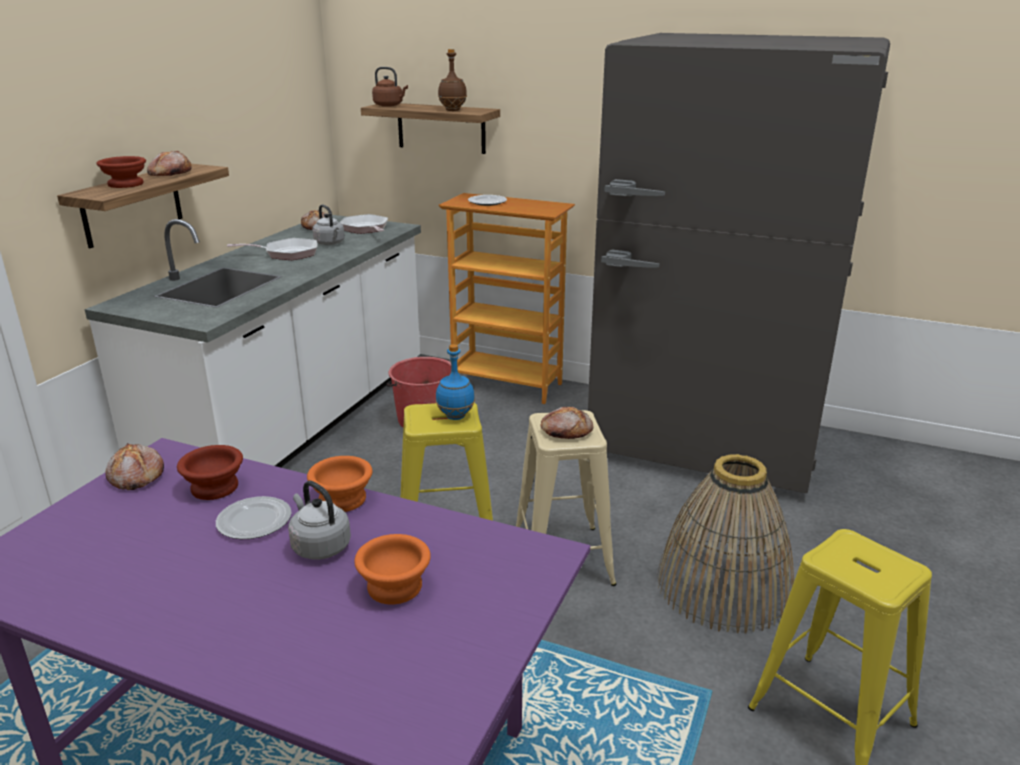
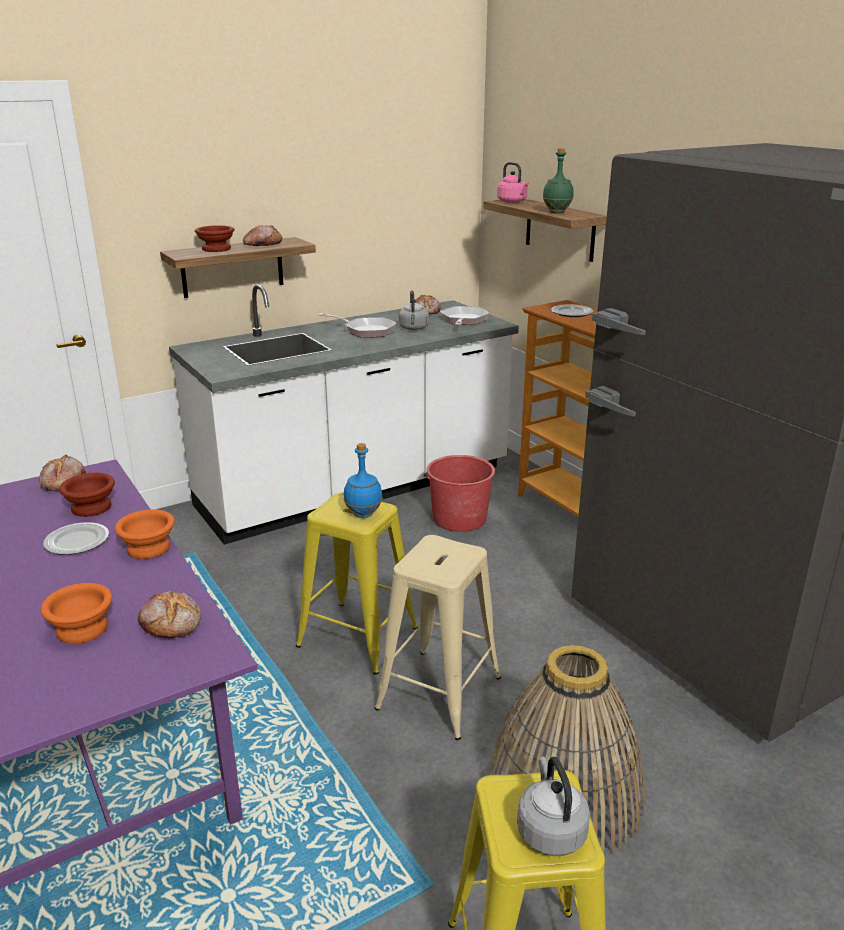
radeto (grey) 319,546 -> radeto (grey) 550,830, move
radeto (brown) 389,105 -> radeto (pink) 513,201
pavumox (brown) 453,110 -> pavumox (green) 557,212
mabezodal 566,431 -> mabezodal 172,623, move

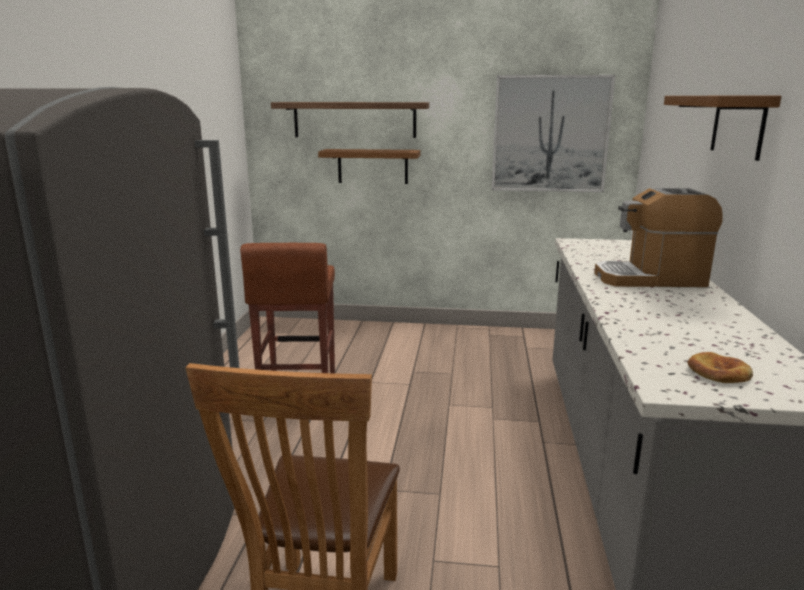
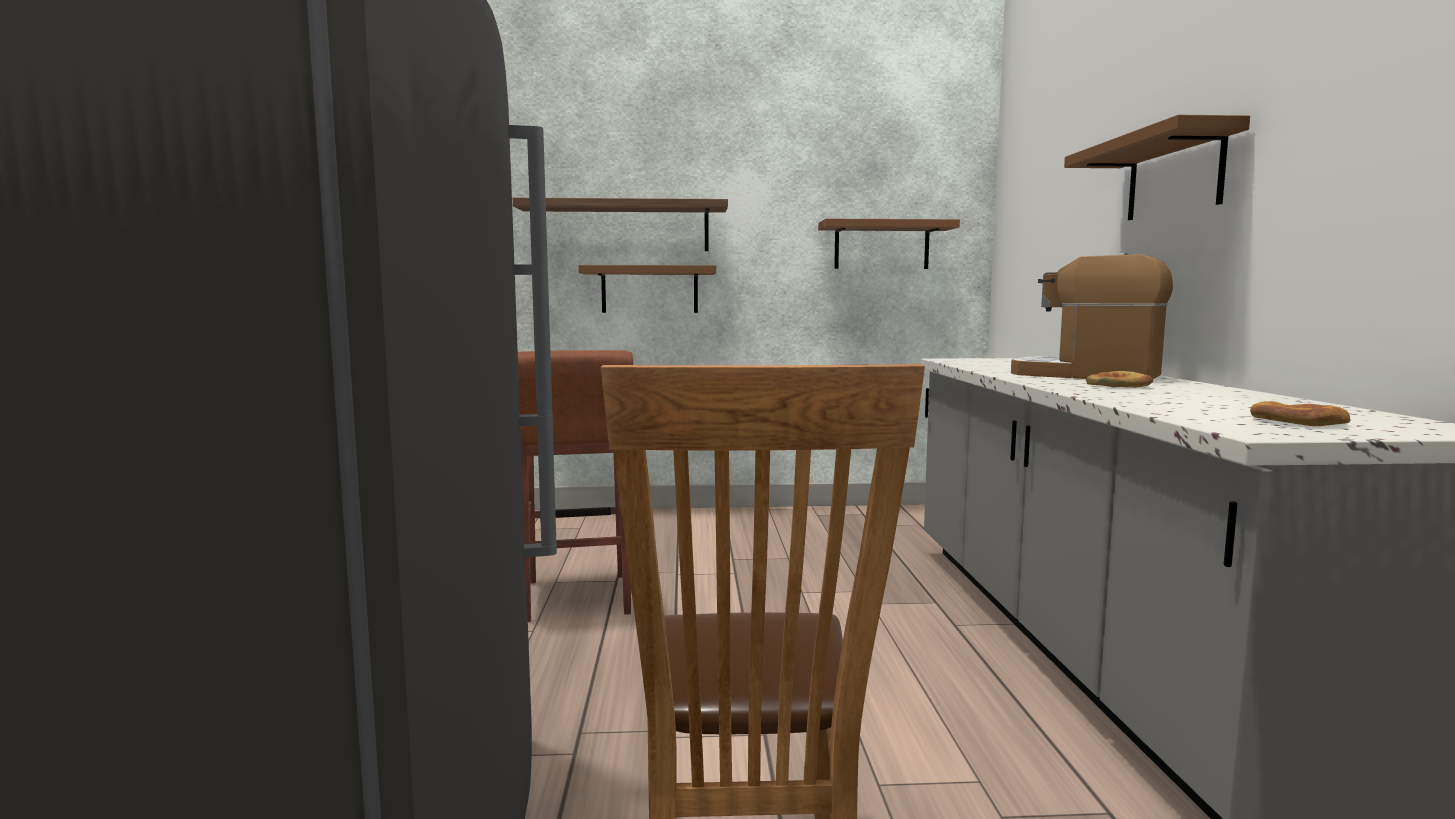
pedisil 550,134 -> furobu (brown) 881,246
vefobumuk 650,278 -> vefobumuk 1087,375, 45 degrees clockwise
none -> mabezodal 1119,386

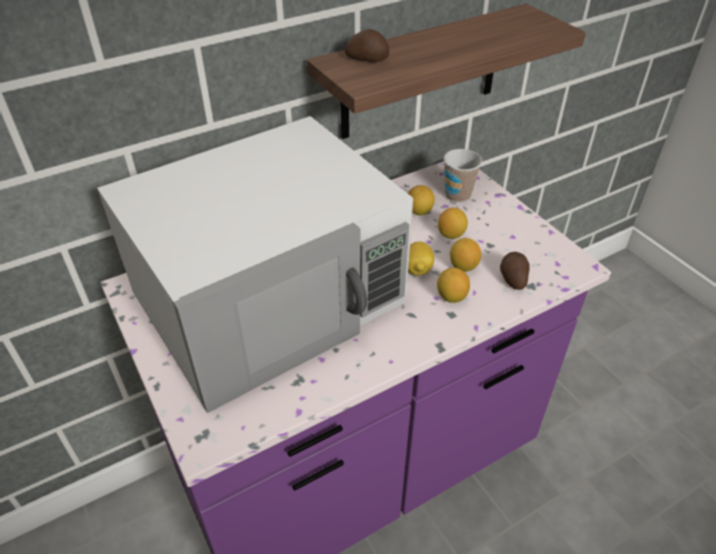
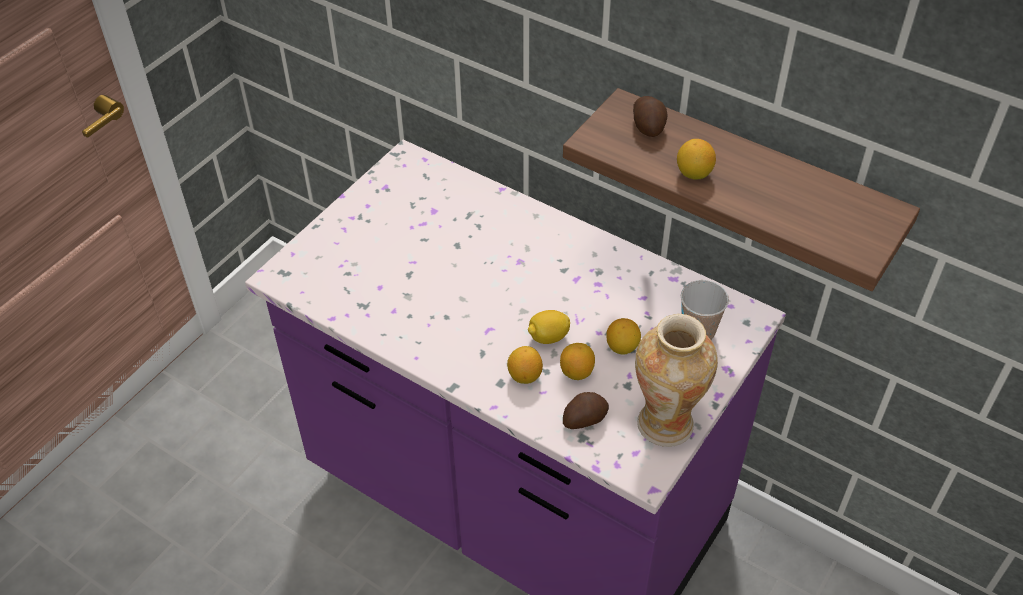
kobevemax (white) 271,298 -> none
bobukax 419,211 -> bobukax 694,174, move
none -> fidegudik 666,423

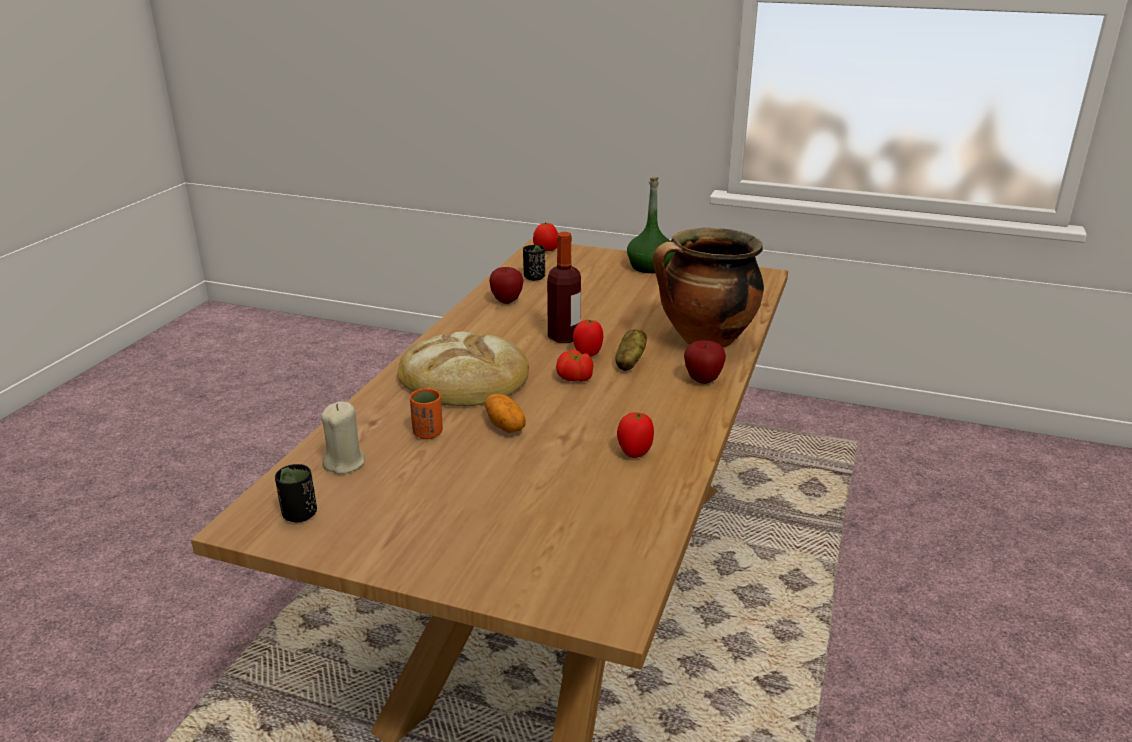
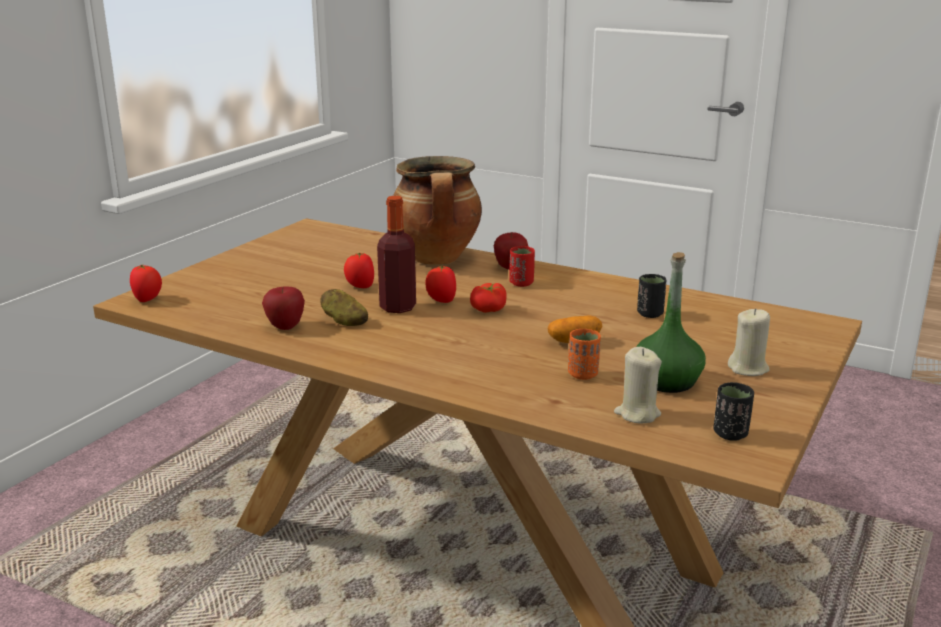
mabezodal 464,377 -> none
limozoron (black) 534,277 -> limozoron (black) 650,314, move
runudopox 629,362 -> runudopox 344,322, move
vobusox 635,452 -> vobusox 360,287, move
pavumox (green) 649,267 -> pavumox (green) 667,381, move
none -> limozoron (red) 521,283
none -> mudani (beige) 748,369

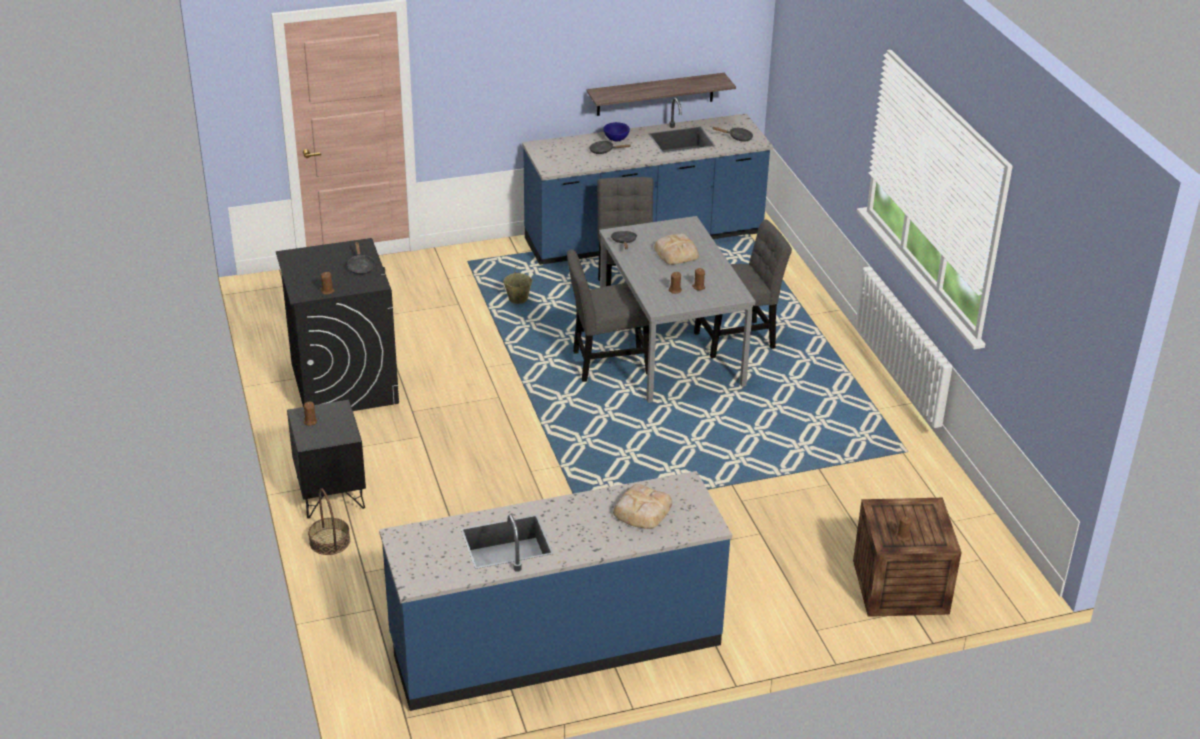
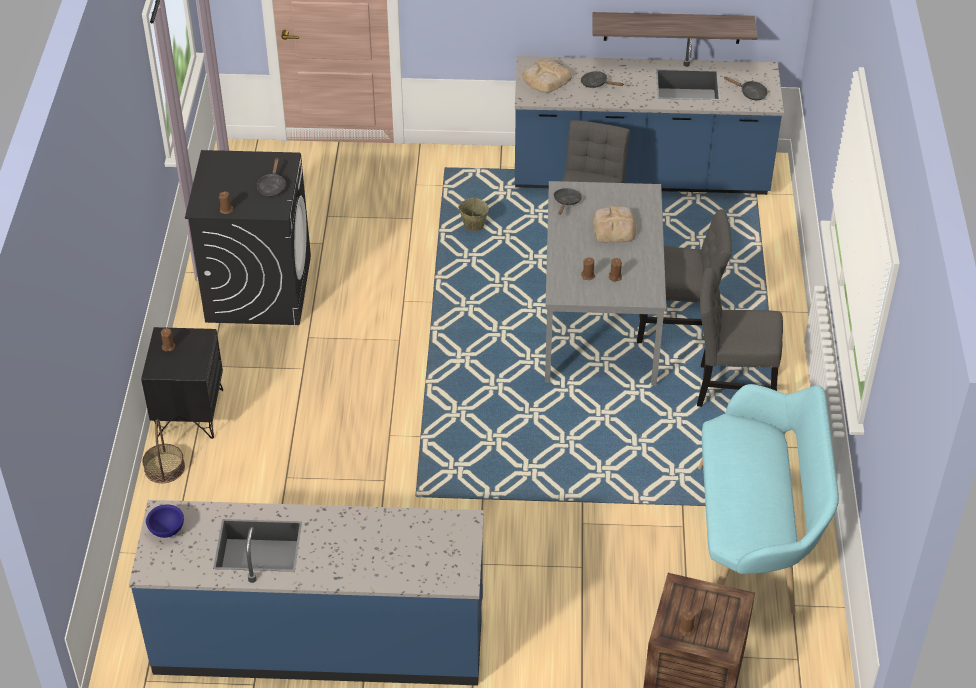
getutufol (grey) 606,364 -> getutufol (grey) 731,389, move
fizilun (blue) 616,139 -> fizilun (blue) 167,529, move
mabezodal 641,511 -> mabezodal 545,79, move
none -> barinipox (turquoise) 754,542

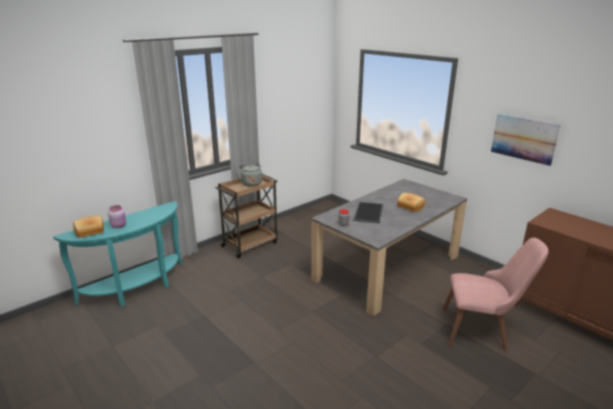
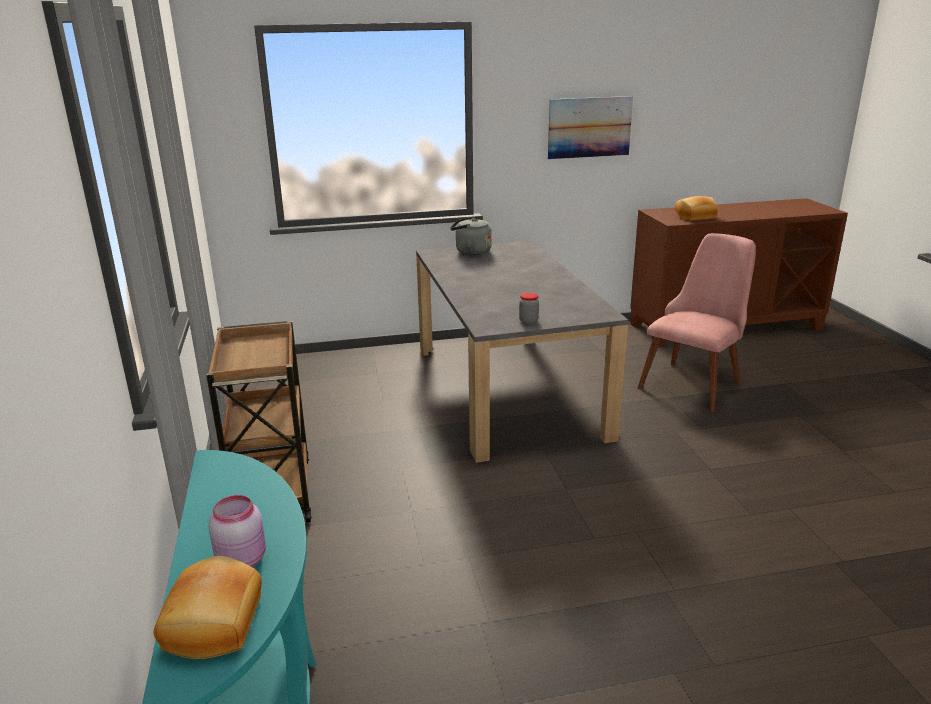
radeto (grey) 251,183 -> radeto (grey) 470,252, move
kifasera 368,212 -> none
mabezodal 410,207 -> mabezodal 695,217, move

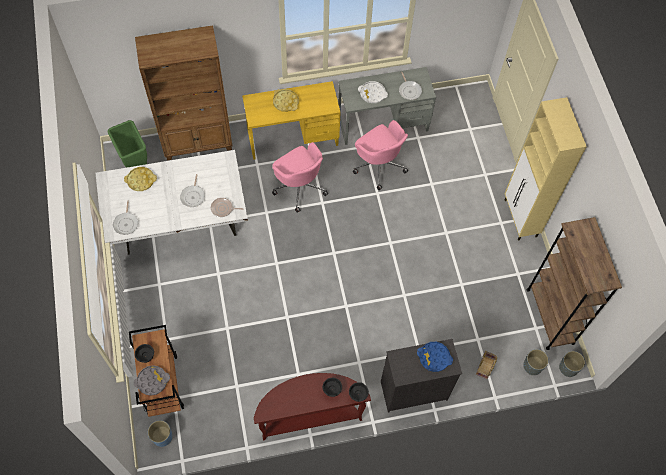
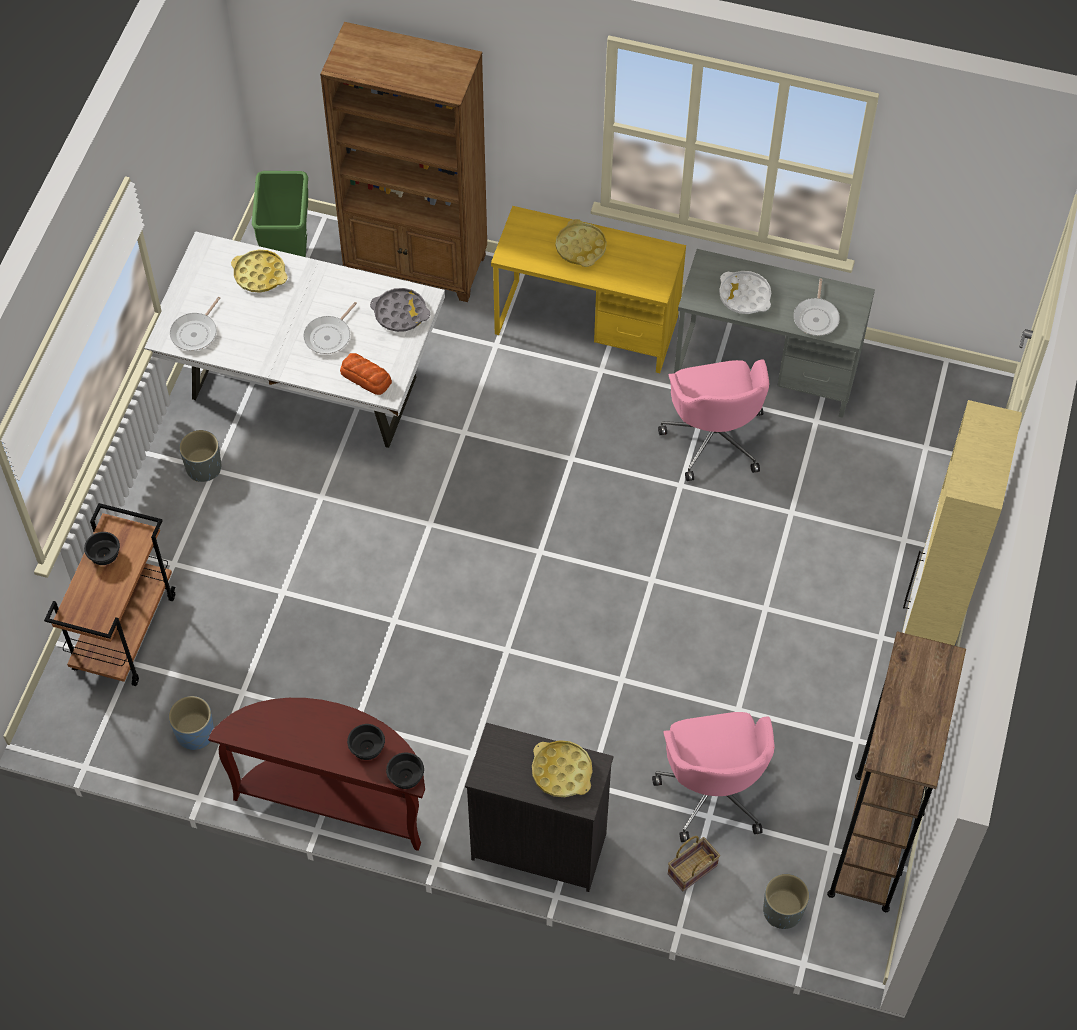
kifasera (grey) 152,381 -> kifasera (grey) 400,313, move
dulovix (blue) 162,437 -> dulovix (blue) 195,733, move
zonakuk 223,209 -> mabezodal 366,377
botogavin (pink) 299,186 -> botogavin (pink) 713,790, move
kifasera (blue) 434,357 -> kifasera (yellow) 561,772
dulovix (grey) 568,368 -> dulovix (grey) 204,468, move

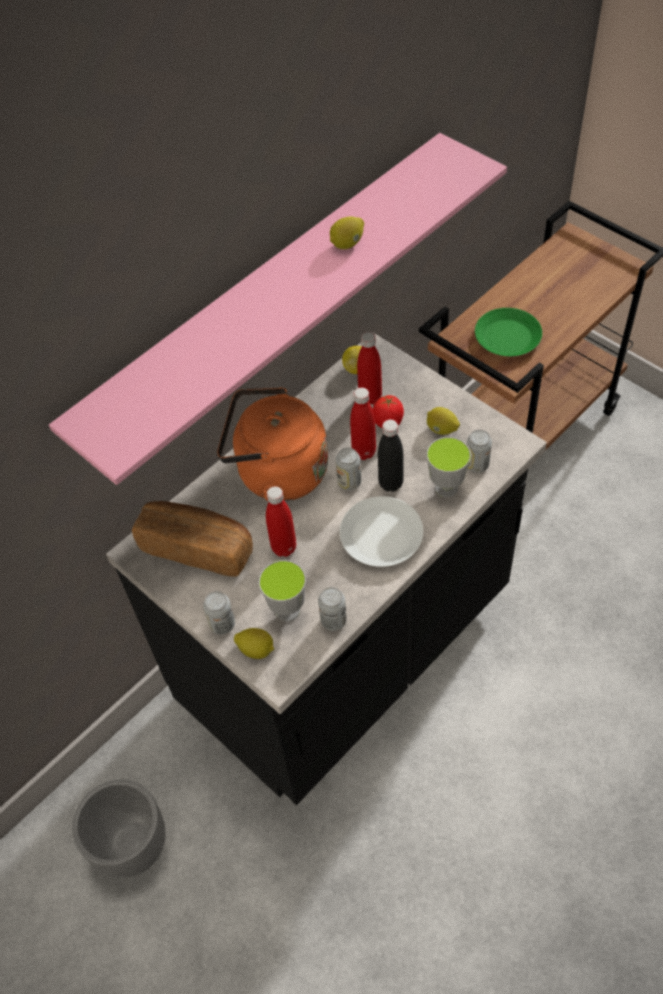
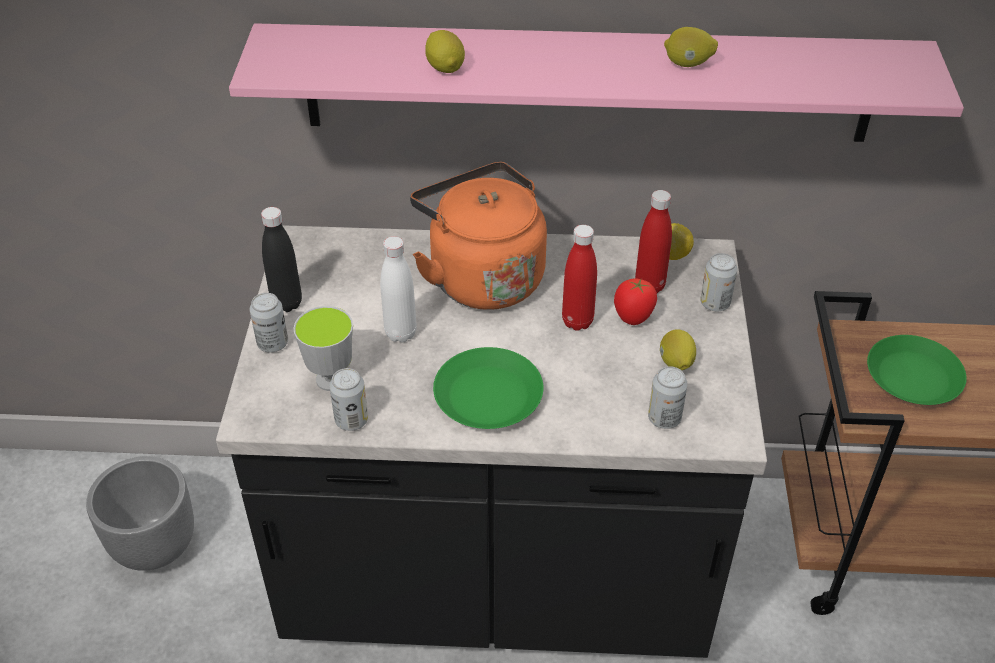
mabezodal 197,547 -> none
bobukax 256,649 -> bobukax 445,67, move
pavumox (red) 284,547 -> pavumox (white) 400,333
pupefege 349,482 -> pupefege 715,303, move
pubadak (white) 382,537 -> pubadak (green) 488,397
pavumox (black) 391,483 -> pavumox (black) 287,303, move
limozoron 446,488 -> none

